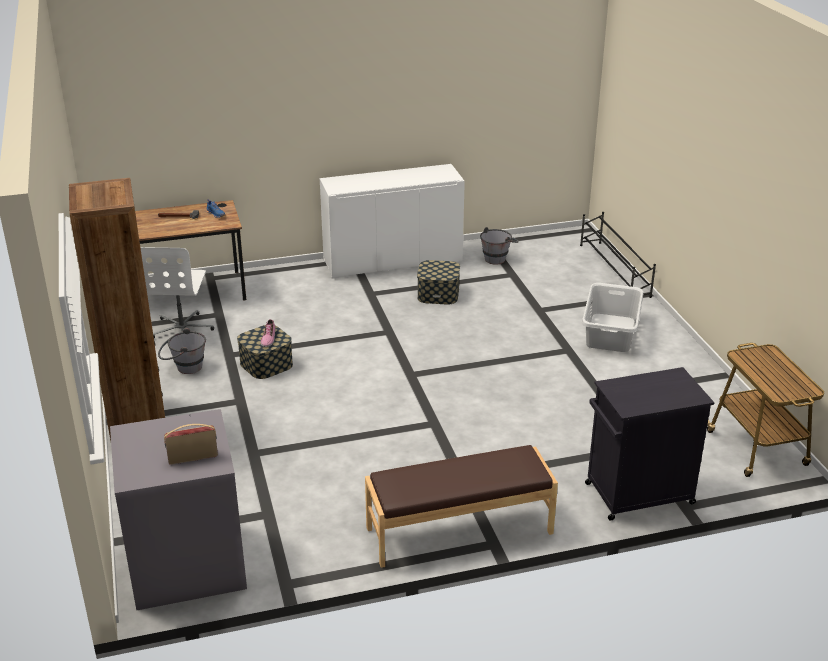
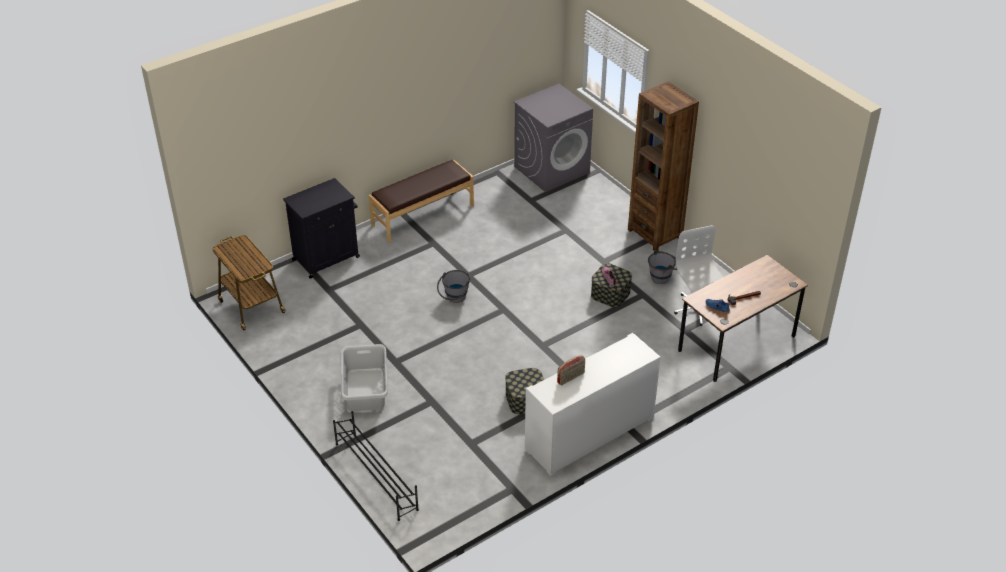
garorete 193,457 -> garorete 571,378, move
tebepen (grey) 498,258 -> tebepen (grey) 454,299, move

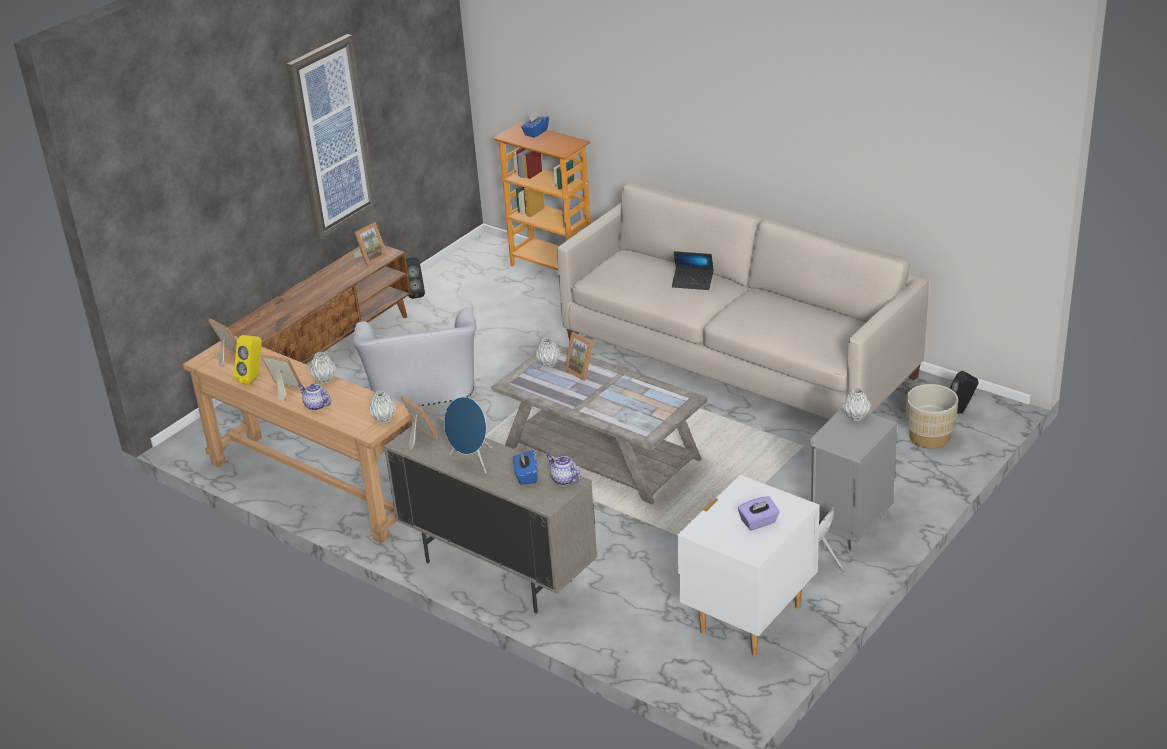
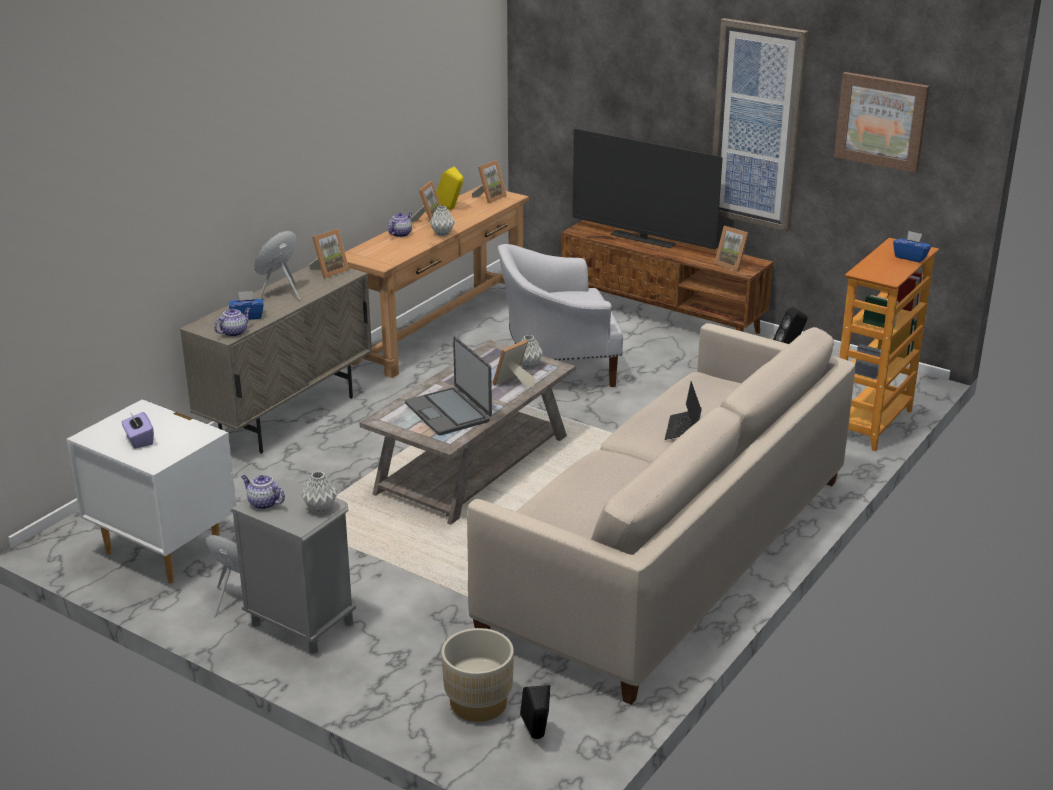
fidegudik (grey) 383,419 -> none
none -> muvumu 263,503
none -> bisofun 449,412
none -> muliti 643,239
none -> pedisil 881,121

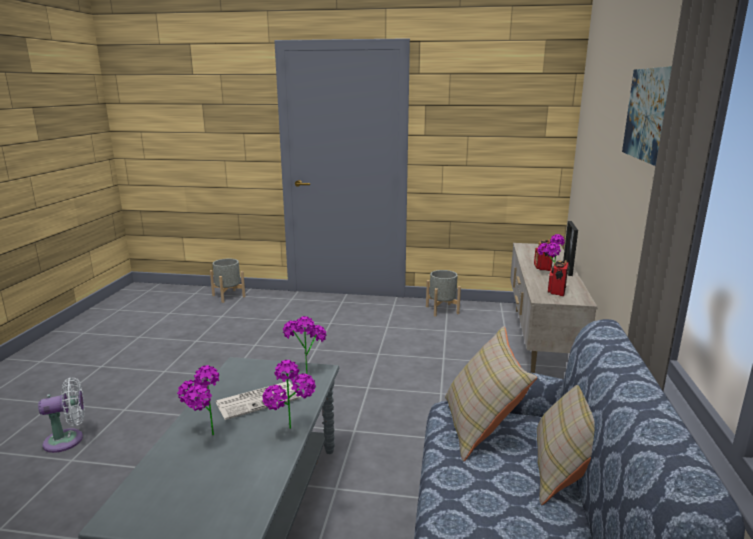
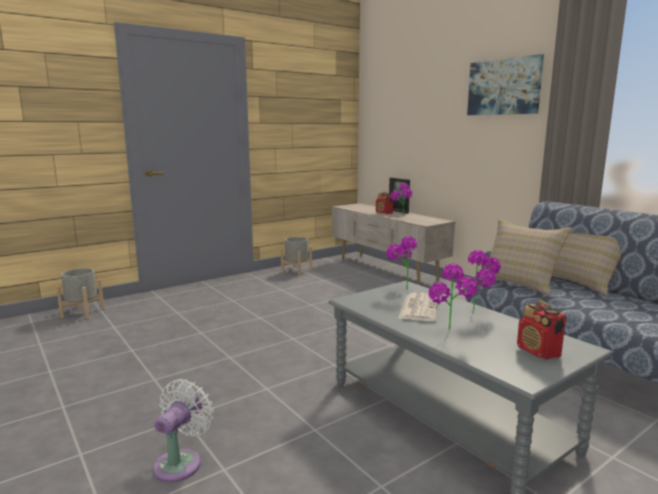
garorete 556,291 -> garorete 538,352, move

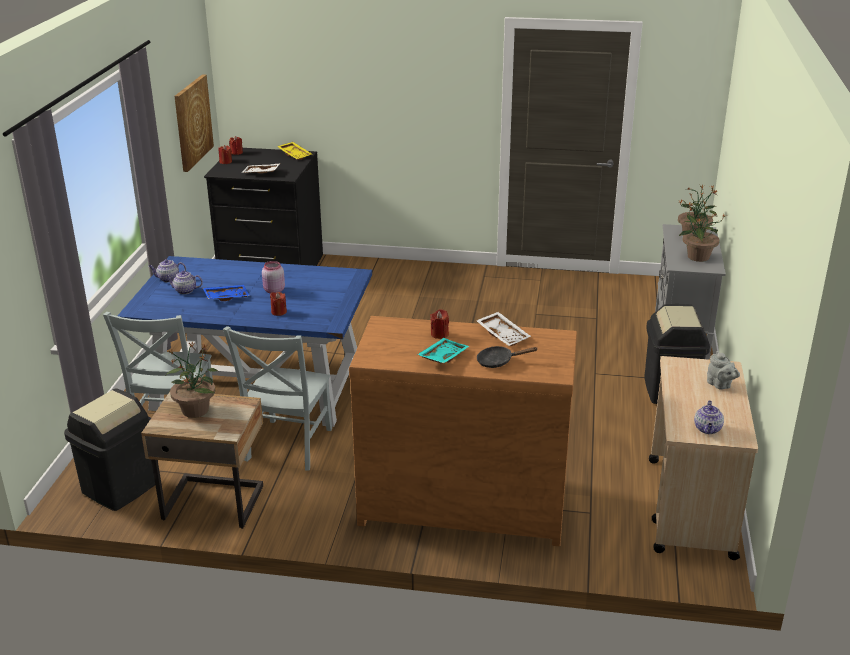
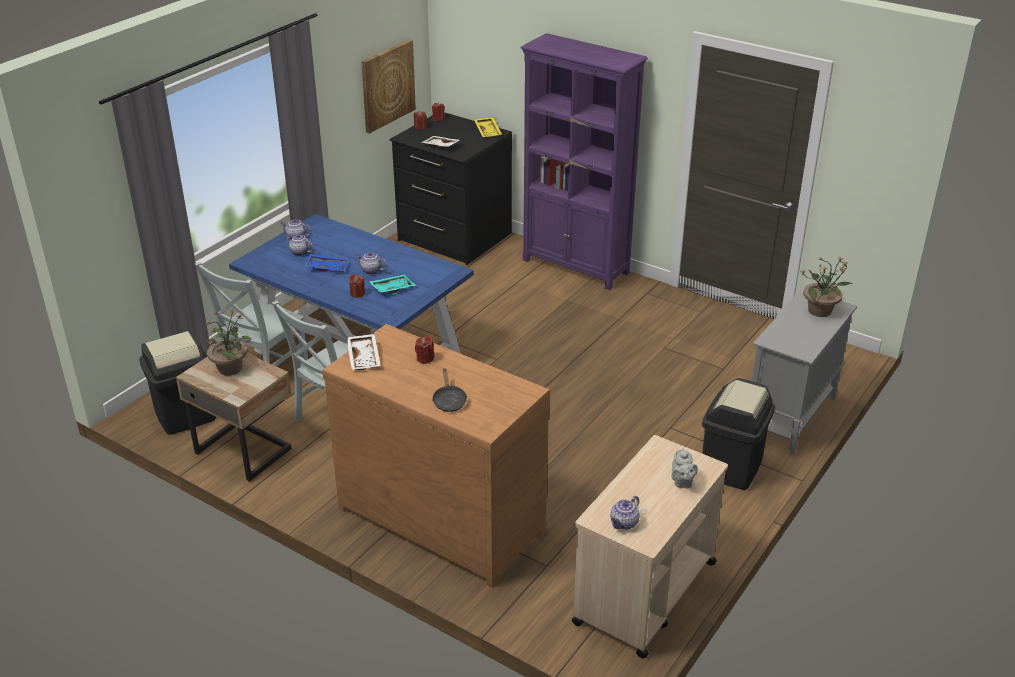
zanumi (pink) 273,290 -> muvumu 371,271
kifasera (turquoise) 442,357 -> kifasera (turquoise) 392,288, move
kifasera (white) 503,335 -> kifasera (white) 364,357, move
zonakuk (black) 498,361 -> zonakuk (black) 449,400, 120 degrees counterclockwise
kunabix 697,257 -> none
none -> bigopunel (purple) 576,266

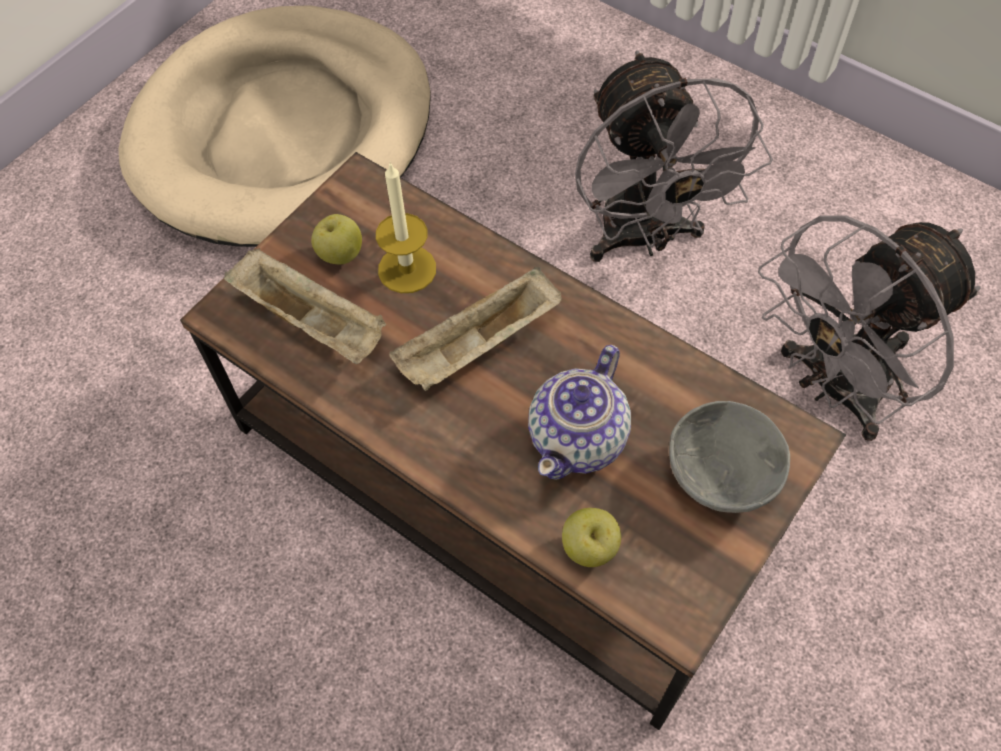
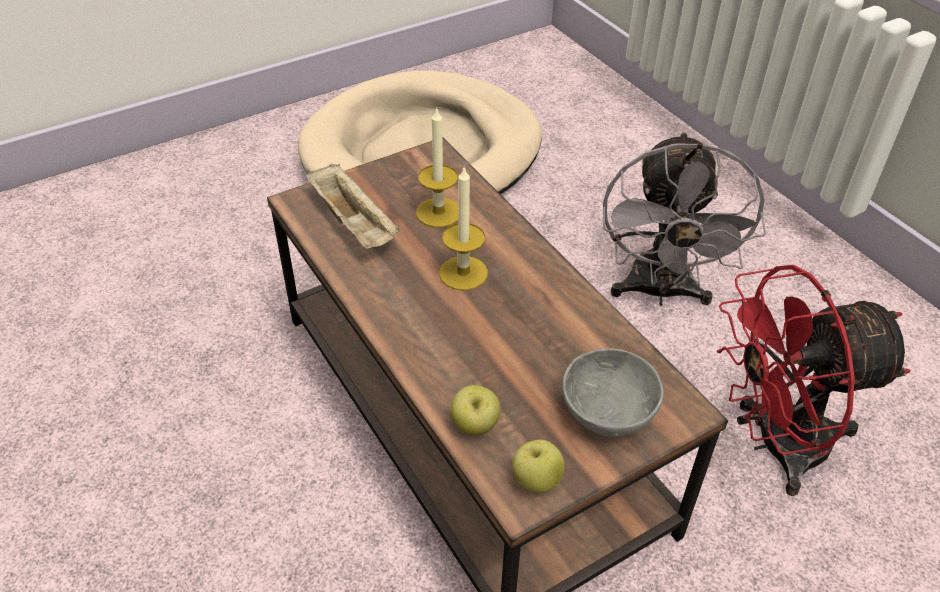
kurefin 340,254 -> kurefin 536,480, move
kifasera (beige) 478,347 -> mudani 463,273
muvumu 579,438 -> none
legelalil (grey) 833,388 -> legelalil (red) 774,445

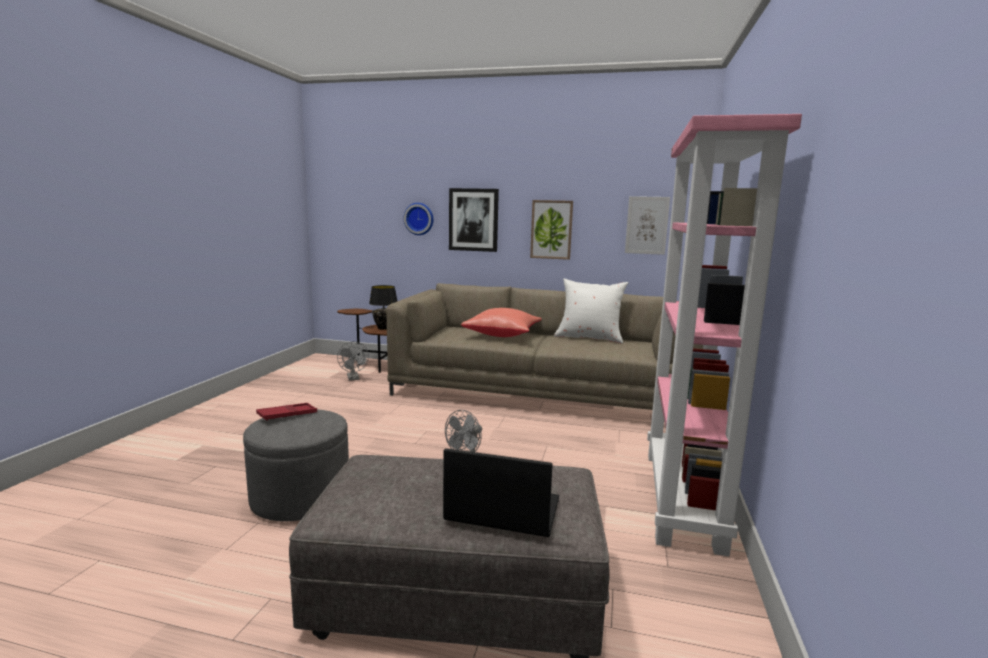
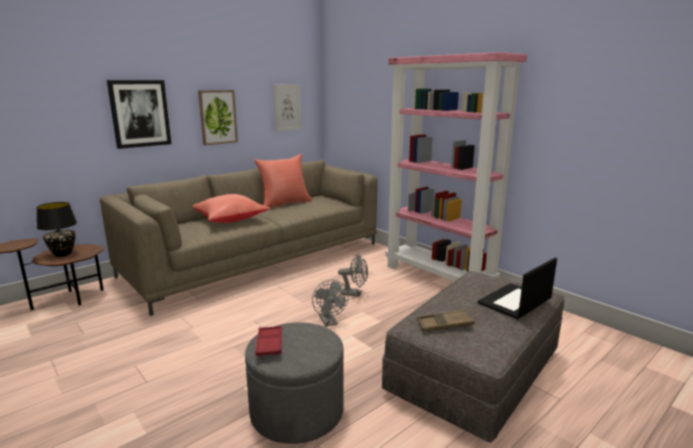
legelalil (grey) 353,378 -> legelalil (grey) 355,293, move
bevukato 419,219 -> none
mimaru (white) 589,338 -> mimaru (red) 284,203
none -> kifasera (brown) 445,324

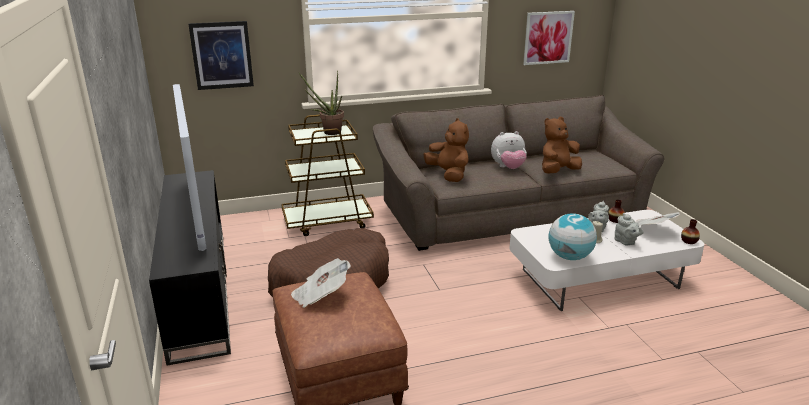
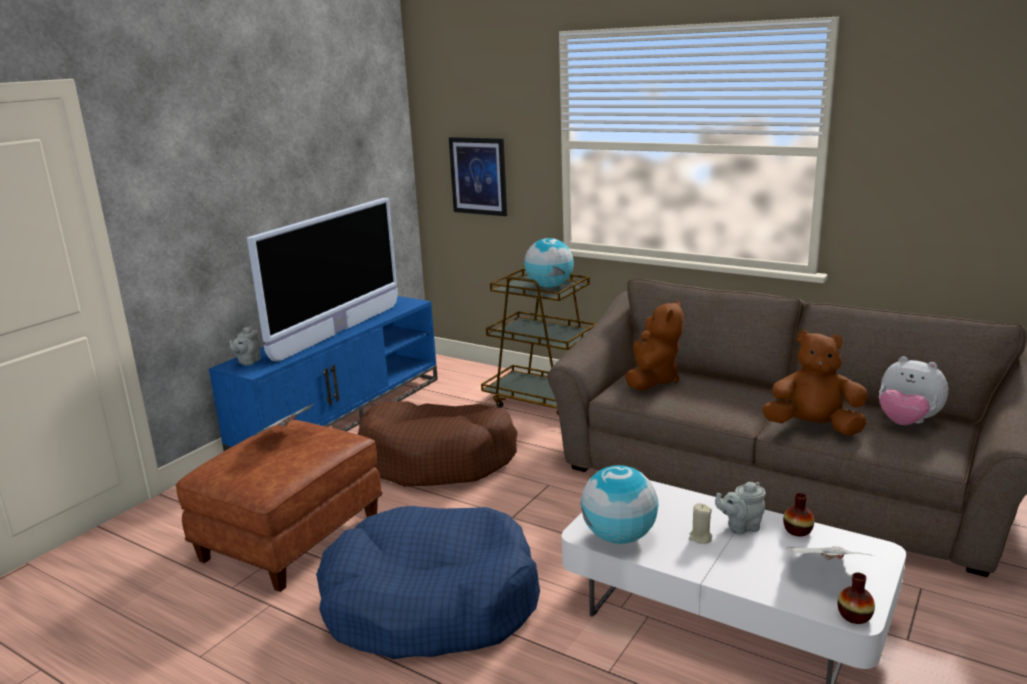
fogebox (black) 198,289 -> fogebox (blue) 342,415
kunabix 328,132 -> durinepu 549,286
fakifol 508,168 -> fakifol 906,423, move
pedisil 548,37 -> none
muvumu (grey) 626,242 -> muvumu (grey) 248,362, move
none -> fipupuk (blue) 431,603

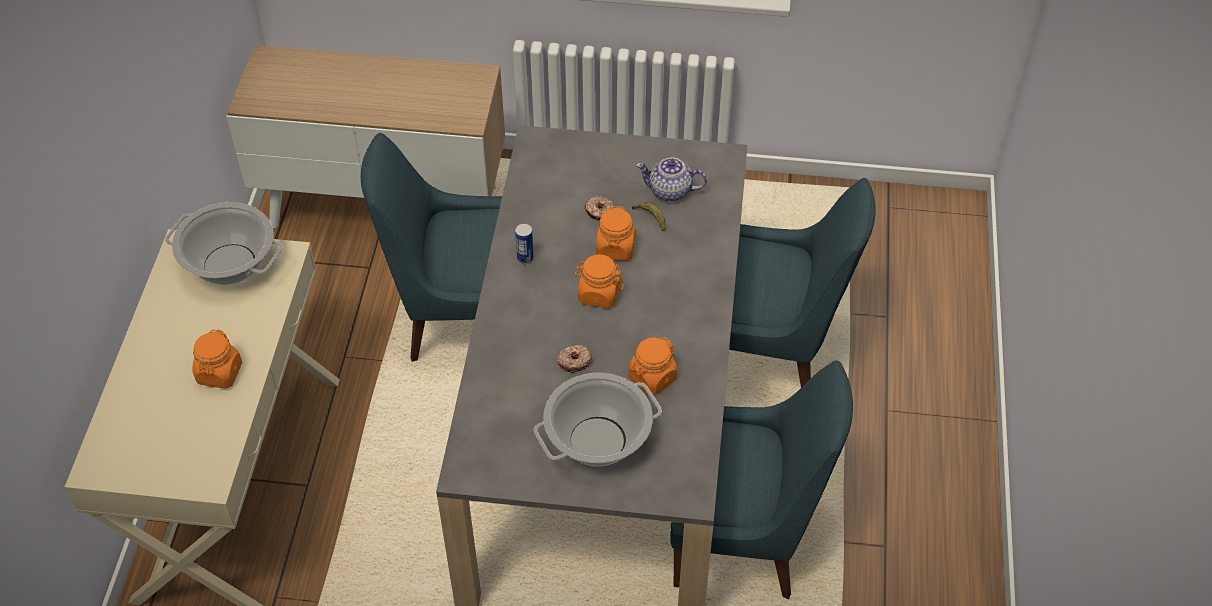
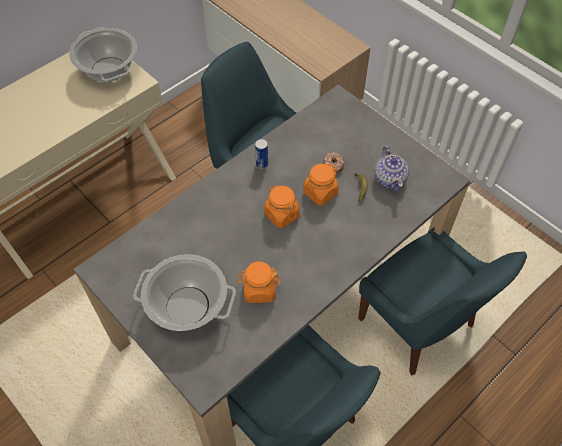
zanumi (orange) 219,373 -> none
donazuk 574,361 -> none
muvumu 671,191 -> muvumu 390,179, 150 degrees counterclockwise

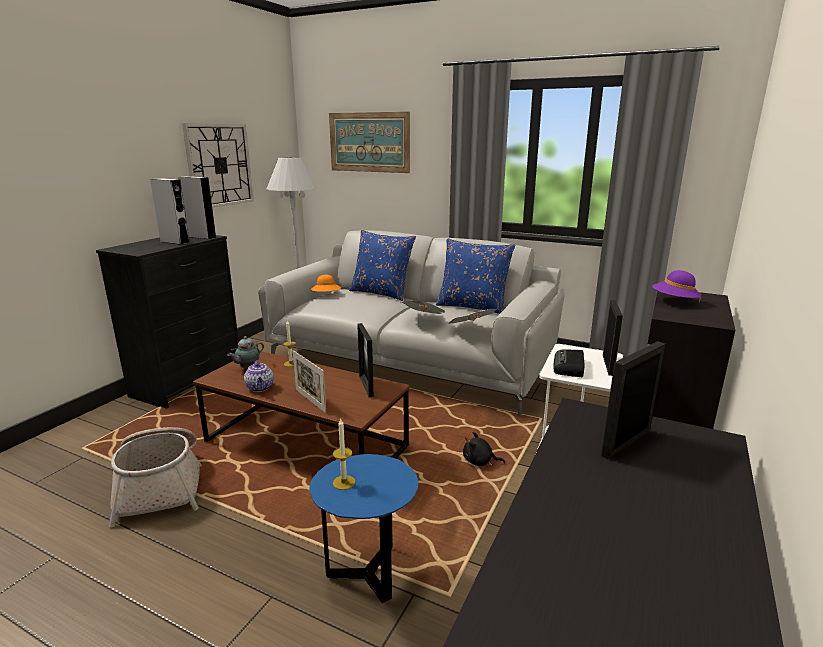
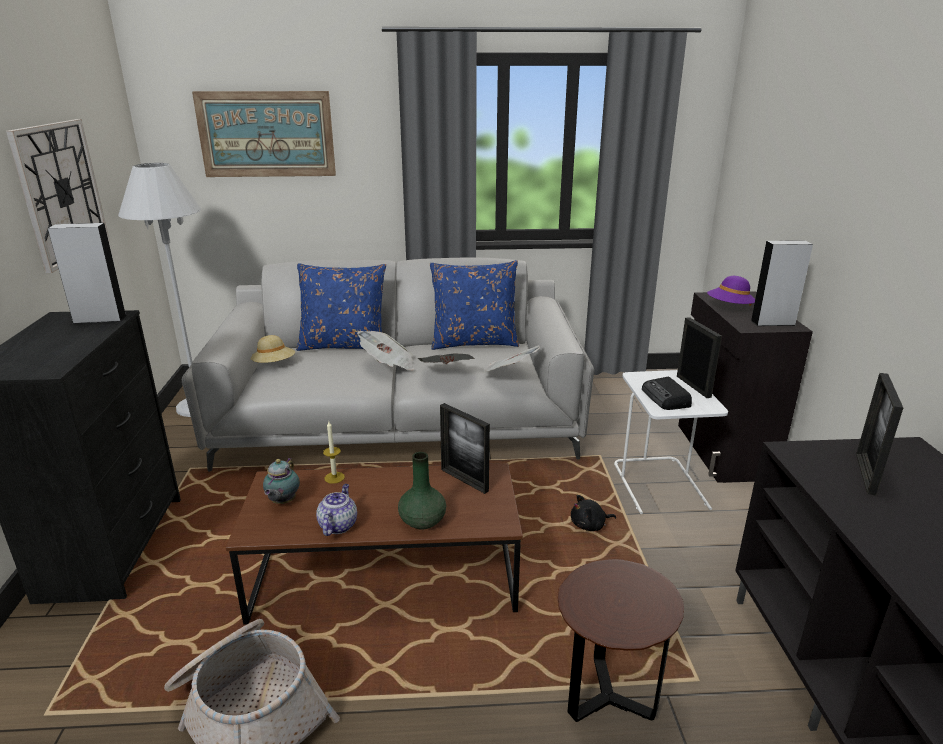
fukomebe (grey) 175,242 -> fukomebe (grey) 773,323, move
muvumu 260,388 -> muvumu 338,525, 120 degrees counterclockwise
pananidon 310,400 -> fidegudik (green) 423,521
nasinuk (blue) 367,574 -> nasinuk (brown) 607,698
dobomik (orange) 326,295 -> dobomik (beige) 274,365
mudani 344,482 -> none
none -> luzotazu 388,364

